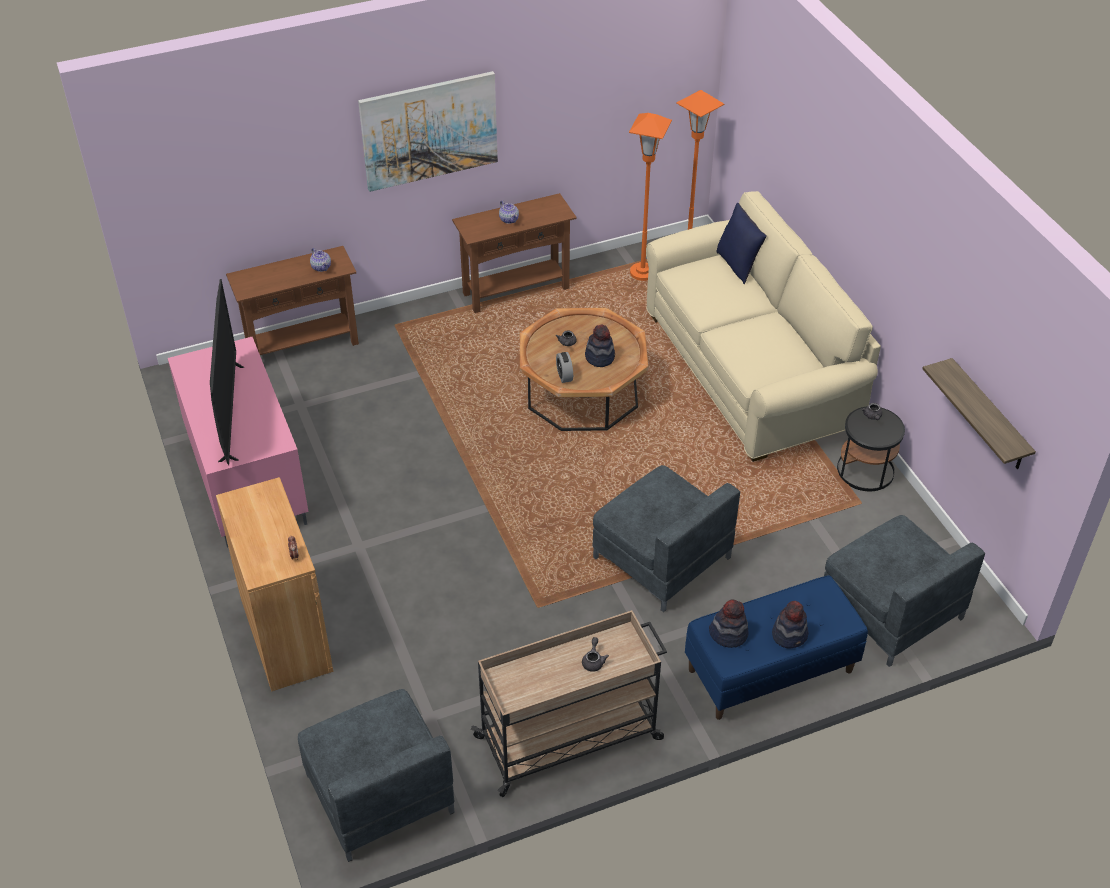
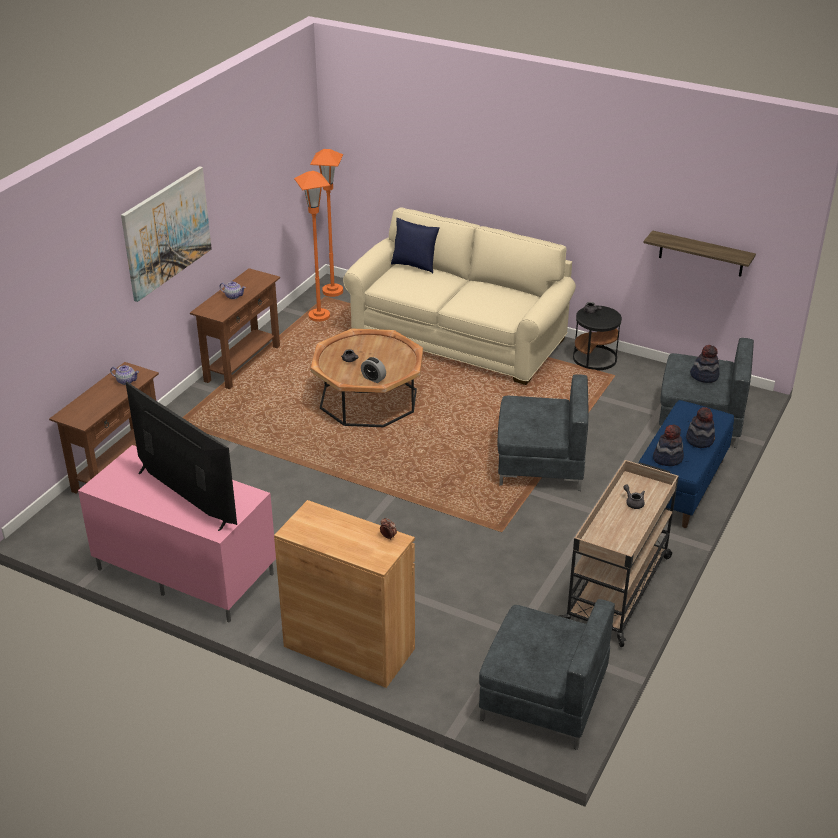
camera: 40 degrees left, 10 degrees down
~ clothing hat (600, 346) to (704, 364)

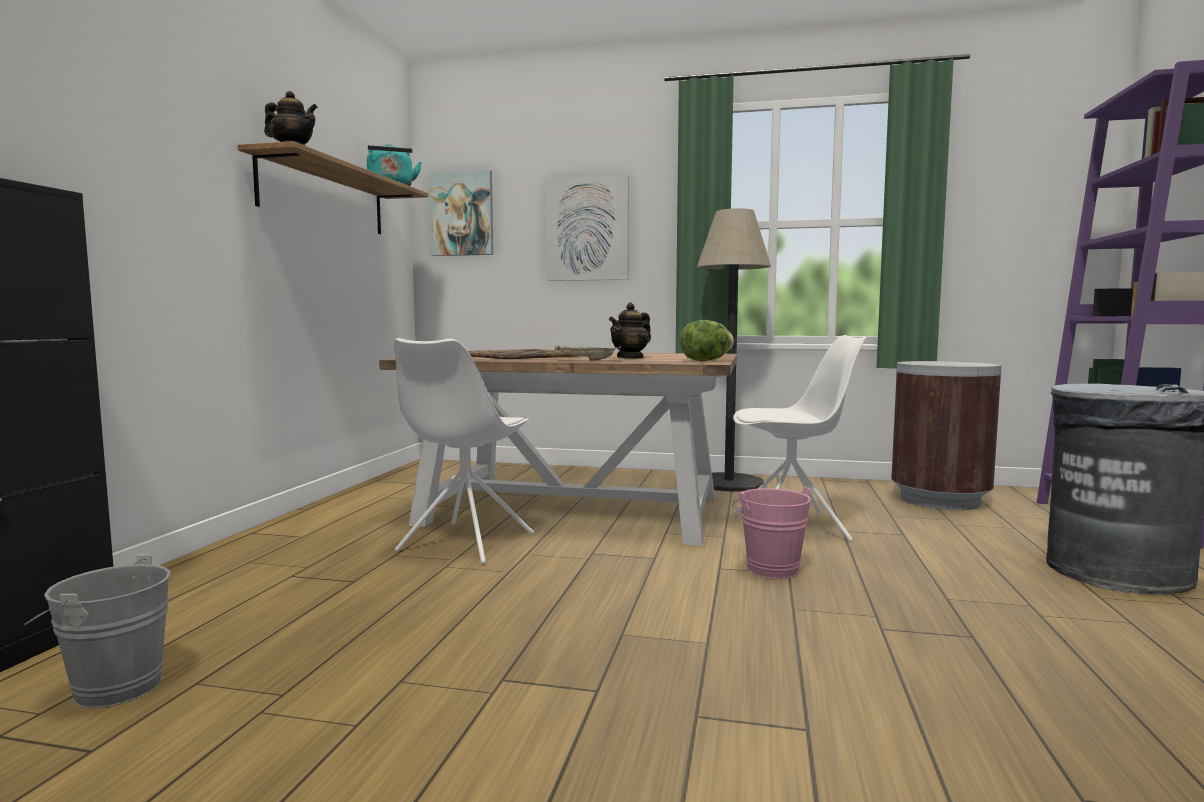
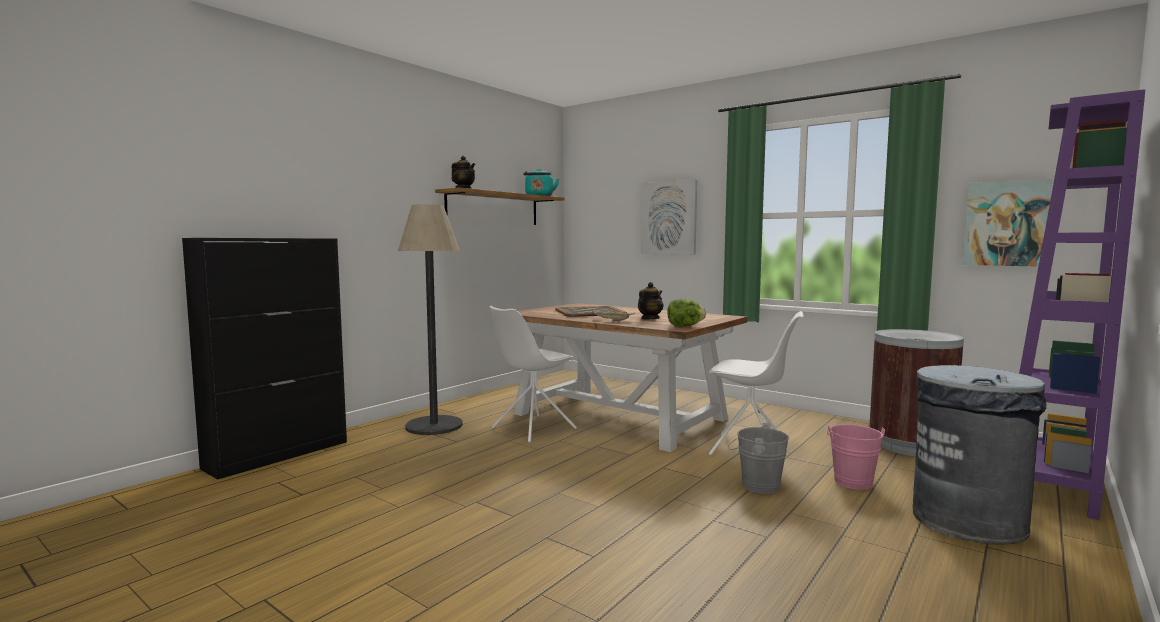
camera: 25 degrees right, 0 degrees up
~ floor lamp (734, 350) to (430, 319)
~ teapot (630, 331) = (650, 300) 150 degrees clockwise
~ water bucket (gray) (97, 631) to (758, 458)
~ water bucket (pink) (771, 533) to (856, 457)
~ picture (460, 213) to (1007, 222)

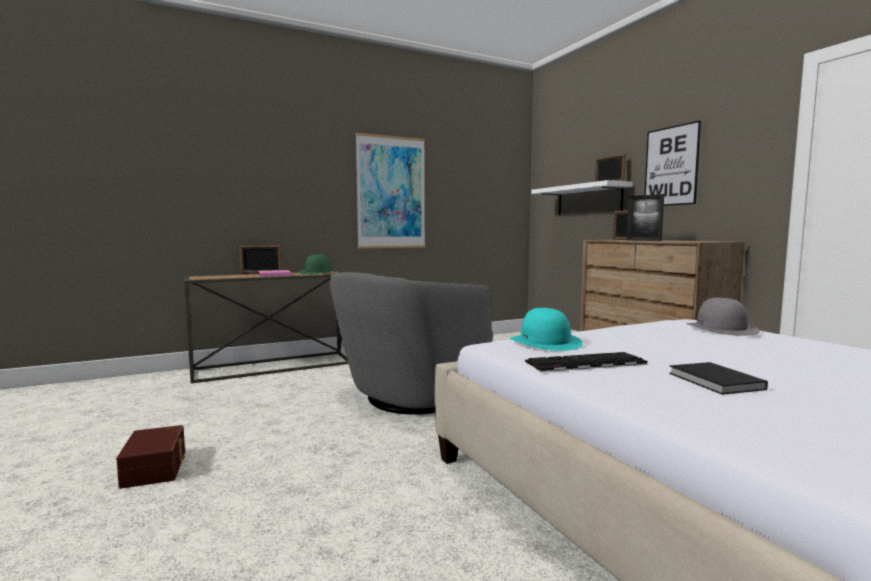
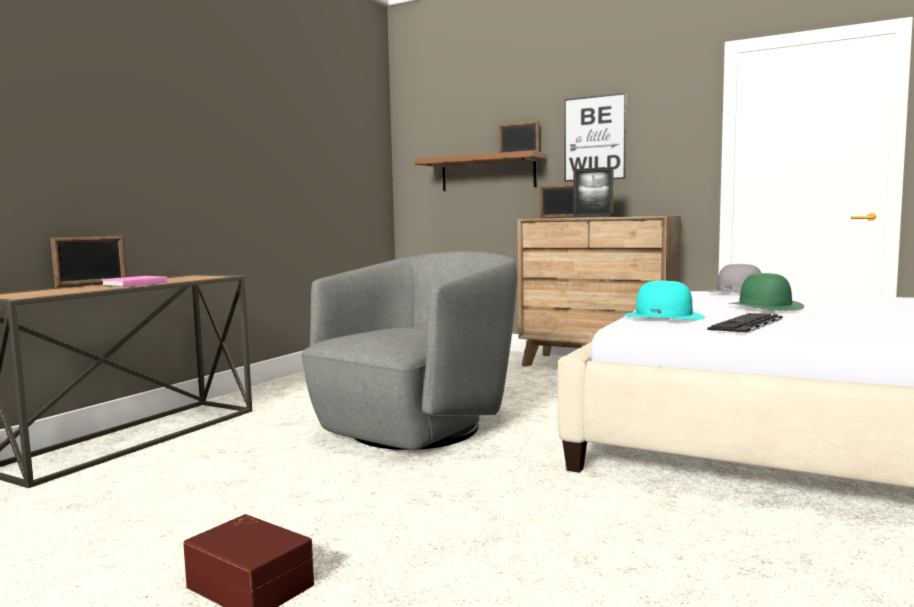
camera: 35 degrees left, 0 degrees up
~ armchair (gray) (411, 343) = (409, 350) 150 degrees counterclockwise
~ wall shelf (whitish) (582, 197) to wall shelf (brownish) (481, 170)
~ clothing hat (greenish) (316, 264) to (766, 292)
- picture (390, 190)
- bound book (black) (718, 378)

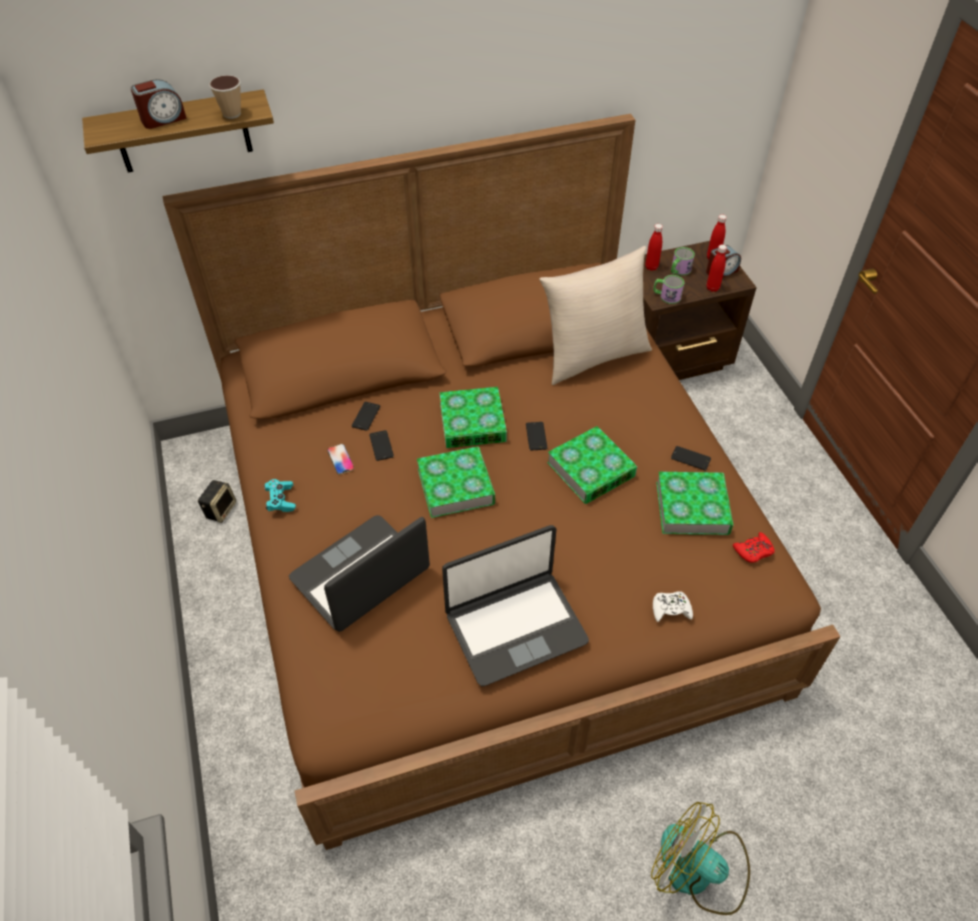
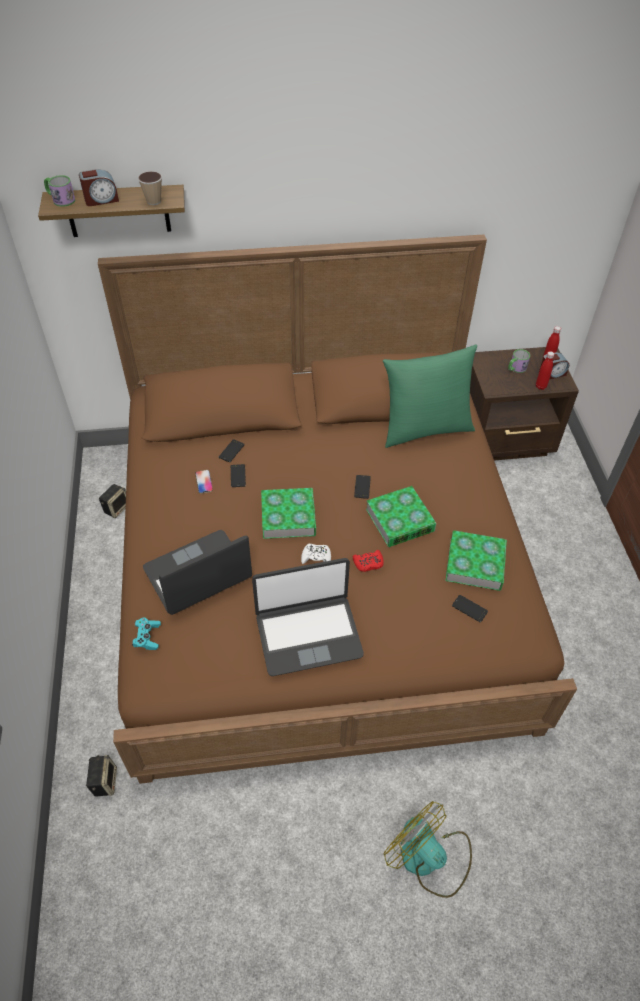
camera: 10 degrees right, 0 degrees up
~ coffee mug (668, 289) to (59, 191)
+ audio speaker (101, 776)
~ gamepad (turquoise) (280, 495) to (146, 634)
~ gamepad (whitish) (673, 606) to (316, 554)
~ gamepad (reddish) (754, 547) to (368, 561)
~ throw pillow (beige-coloured) (595, 315) to throw pillow (greenish) (430, 396)
~ phone (691, 458) to (470, 608)
- bound book (473, 417)
- drink bottle (reddish) (654, 247)

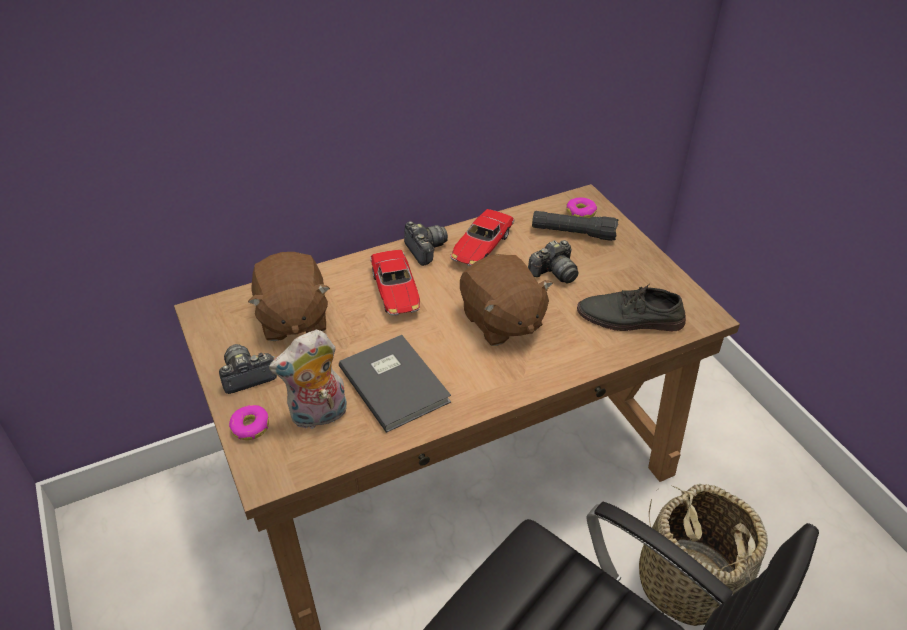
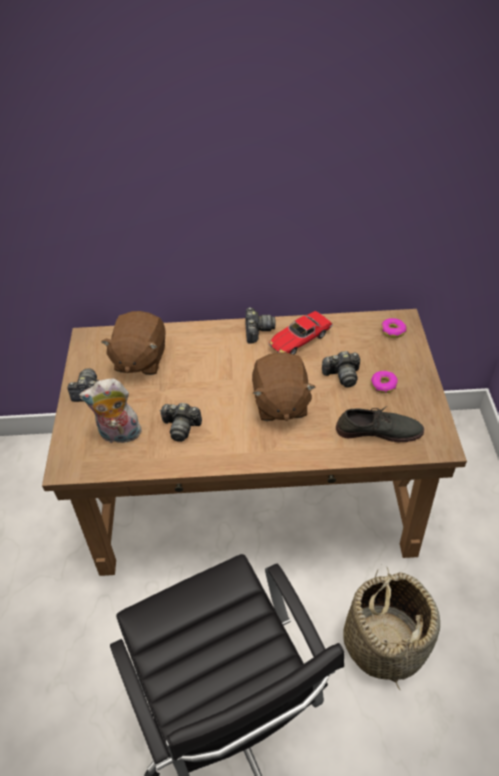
camera: 25 degrees right, 5 degrees up
~ bound book (gray) (395, 384) to photo camera (181, 422)
~ item of footwear (gray) (631, 307) = (380, 424) 150 degrees clockwise
~ donut (249, 422) to (384, 382)
- miniature car (395, 283)
- hand torch (black) (575, 226)

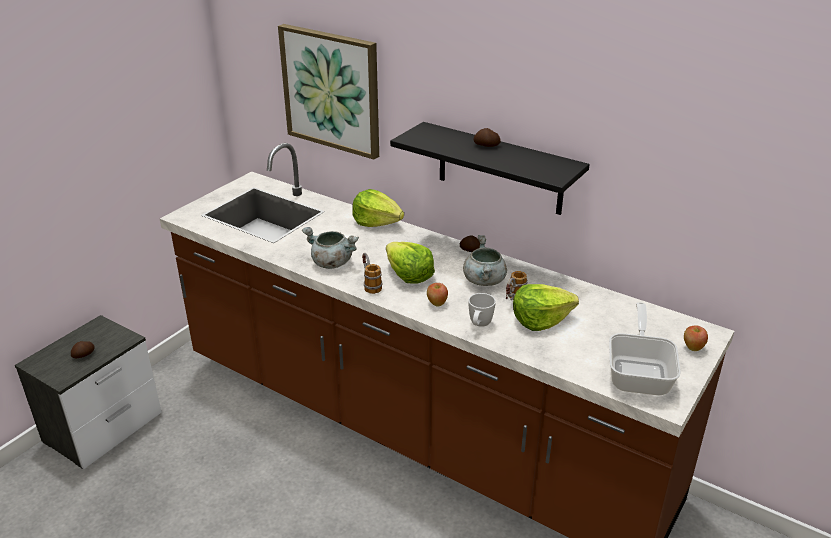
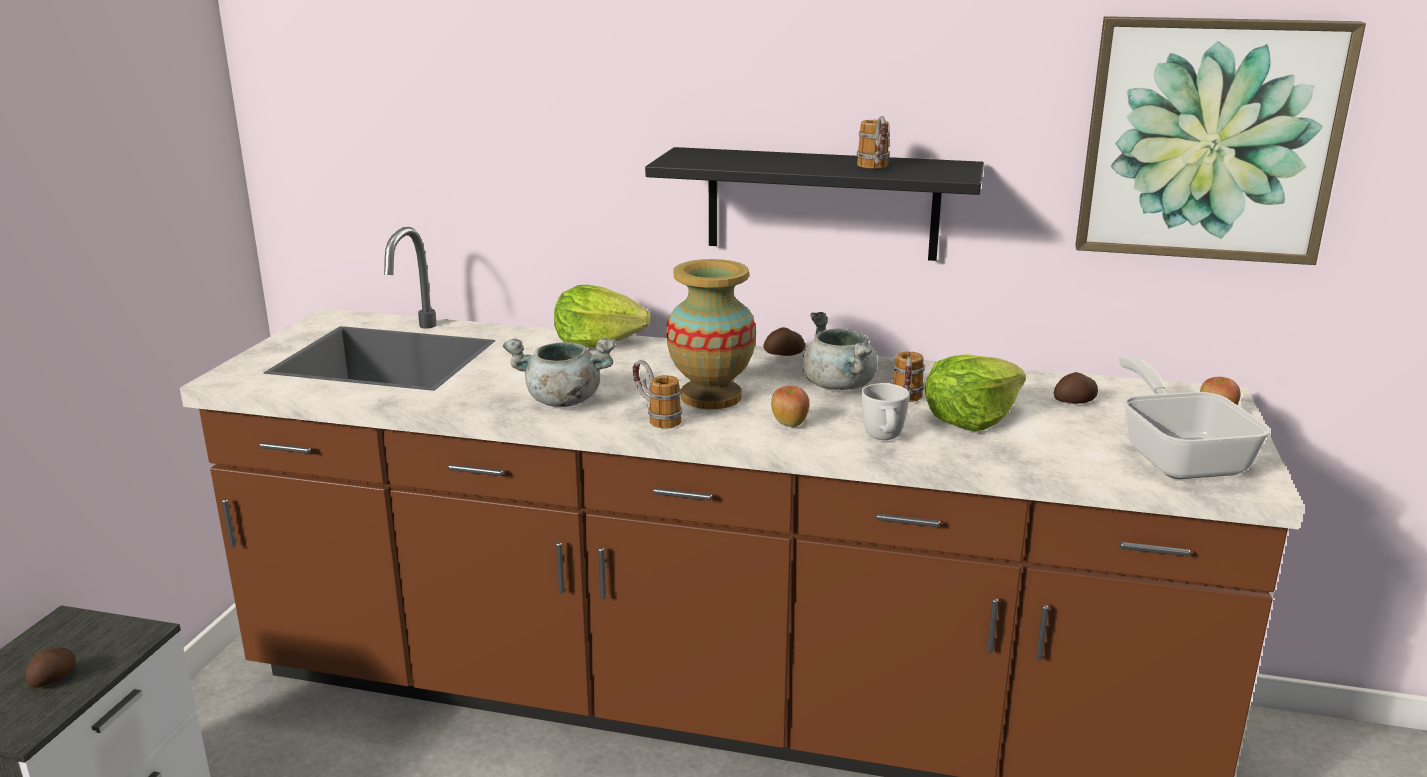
camera: 20 degrees left, 10 degrees down
~ lettuce head (410, 263) to decorative vase (711, 334)
+ coffee mug (873, 142)
~ spud (486, 137) to (1076, 388)
~ picture (328, 91) to (1220, 140)

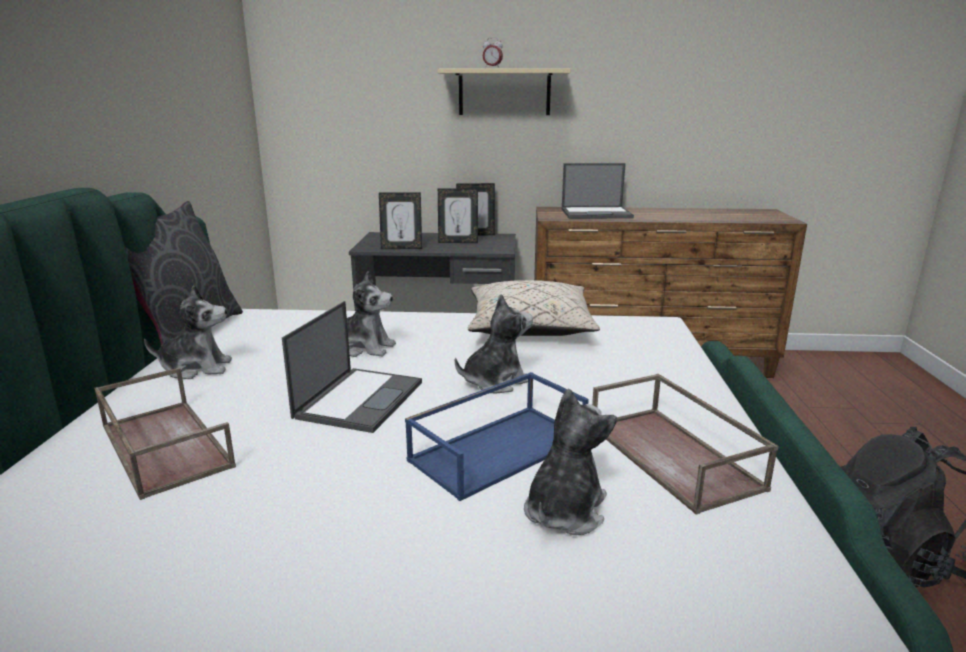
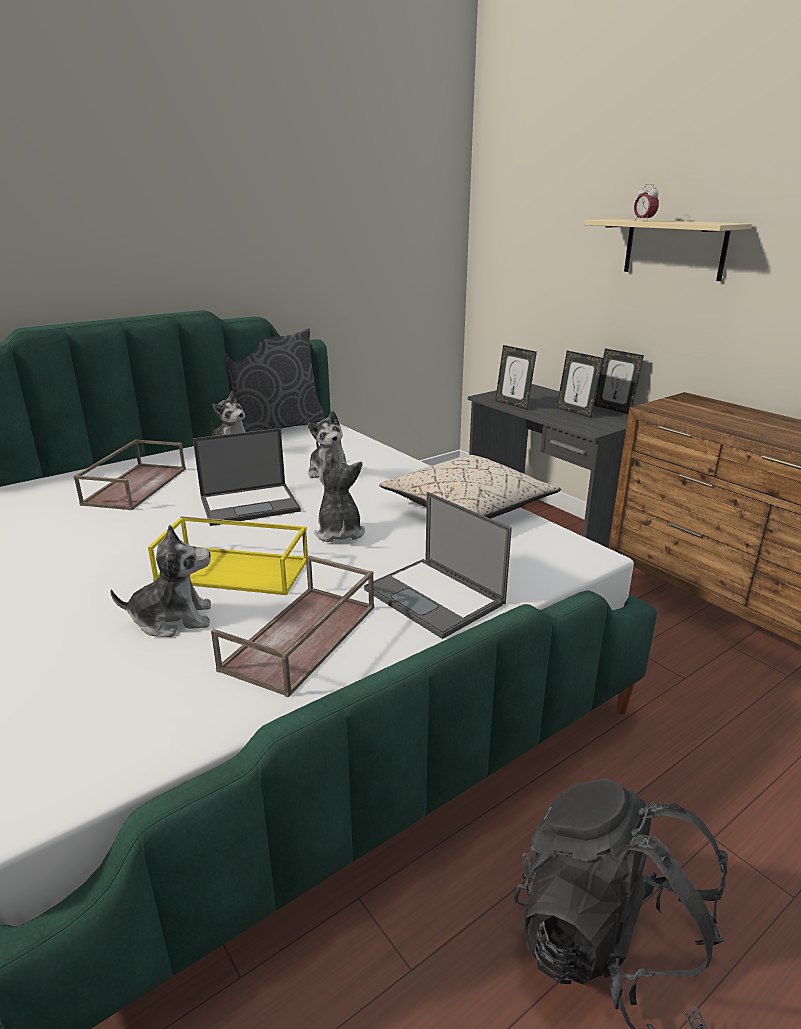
camera: 50 degrees right, 5 degrees up
~ carrying tray (blue-coloured) (497, 436) to carrying tray (yellowish) (228, 555)
~ cuddly toy (494, 344) = (339, 498) 120 degrees counterclockwise
~ notebook computer (598, 191) to (438, 565)

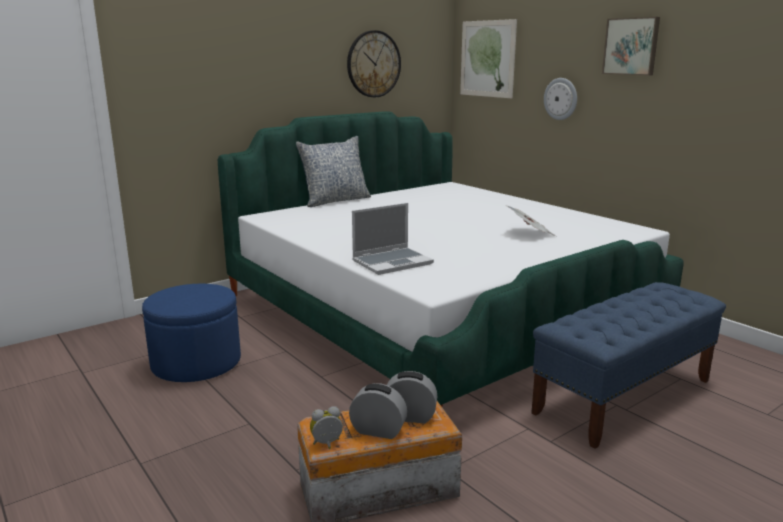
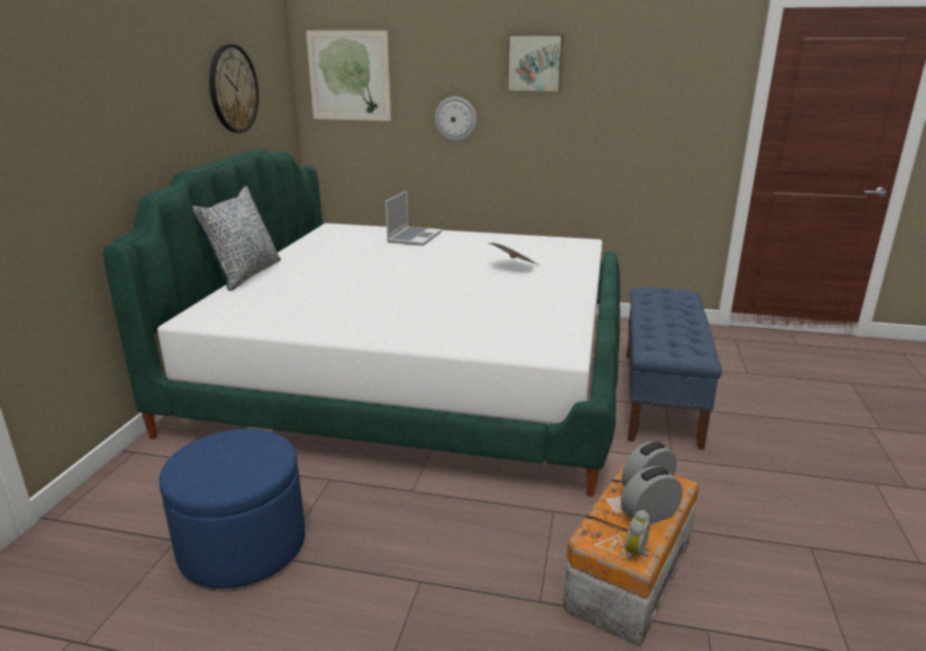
camera: 40 degrees left, 5 degrees up
~ notebook computer (393, 239) to (413, 218)

